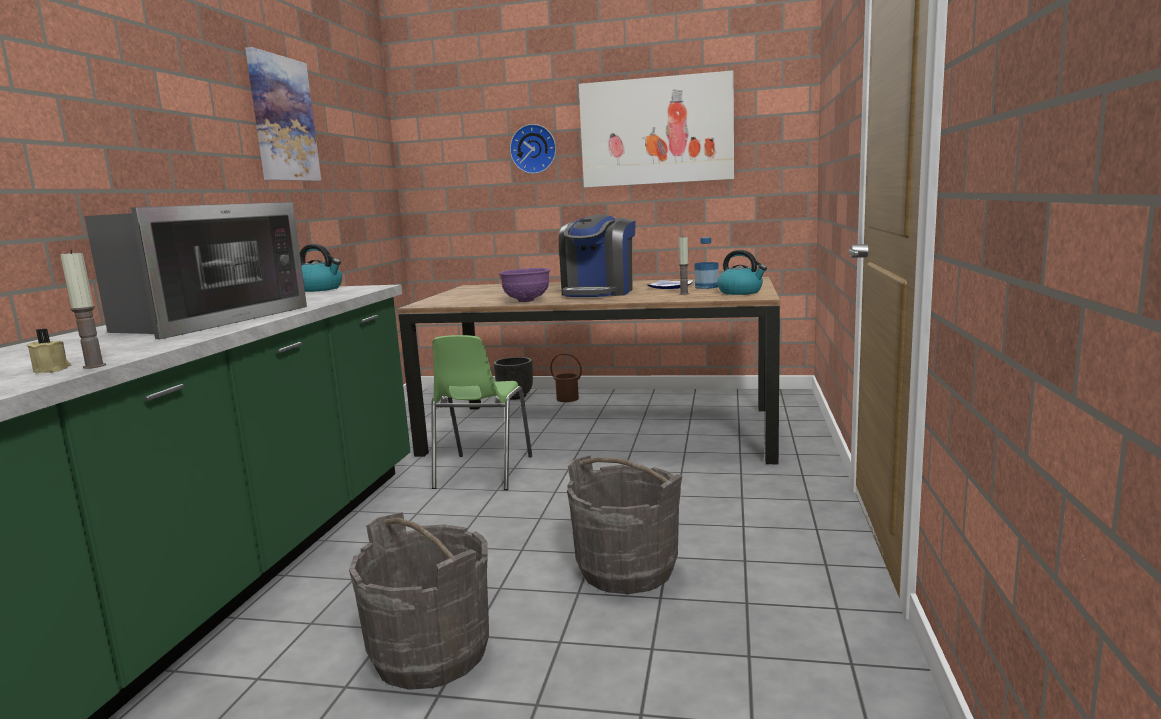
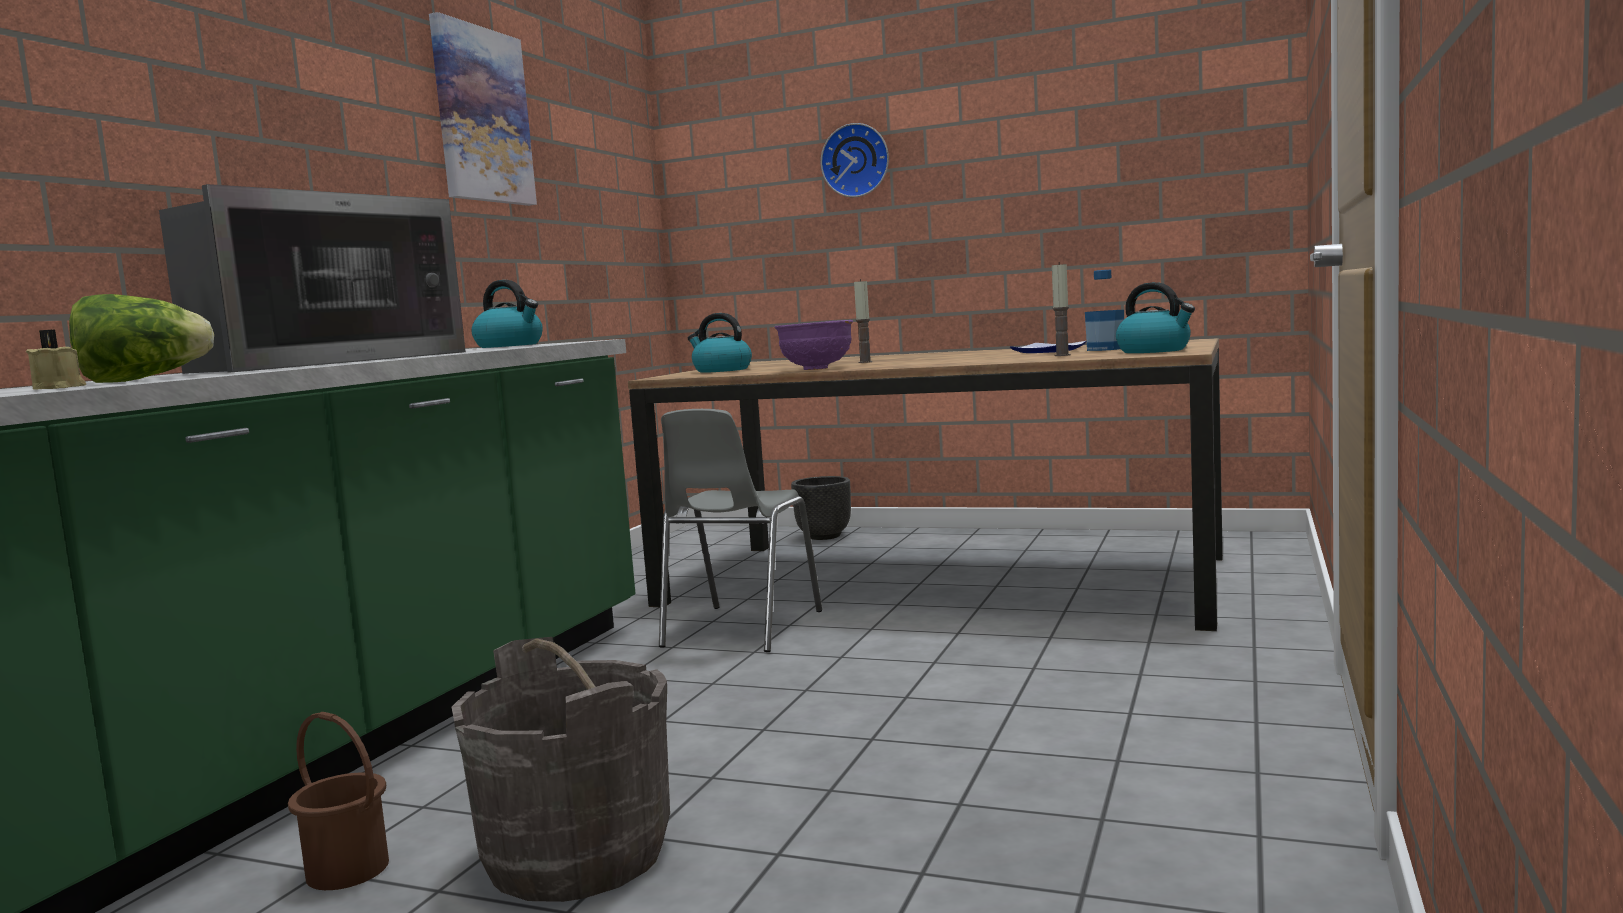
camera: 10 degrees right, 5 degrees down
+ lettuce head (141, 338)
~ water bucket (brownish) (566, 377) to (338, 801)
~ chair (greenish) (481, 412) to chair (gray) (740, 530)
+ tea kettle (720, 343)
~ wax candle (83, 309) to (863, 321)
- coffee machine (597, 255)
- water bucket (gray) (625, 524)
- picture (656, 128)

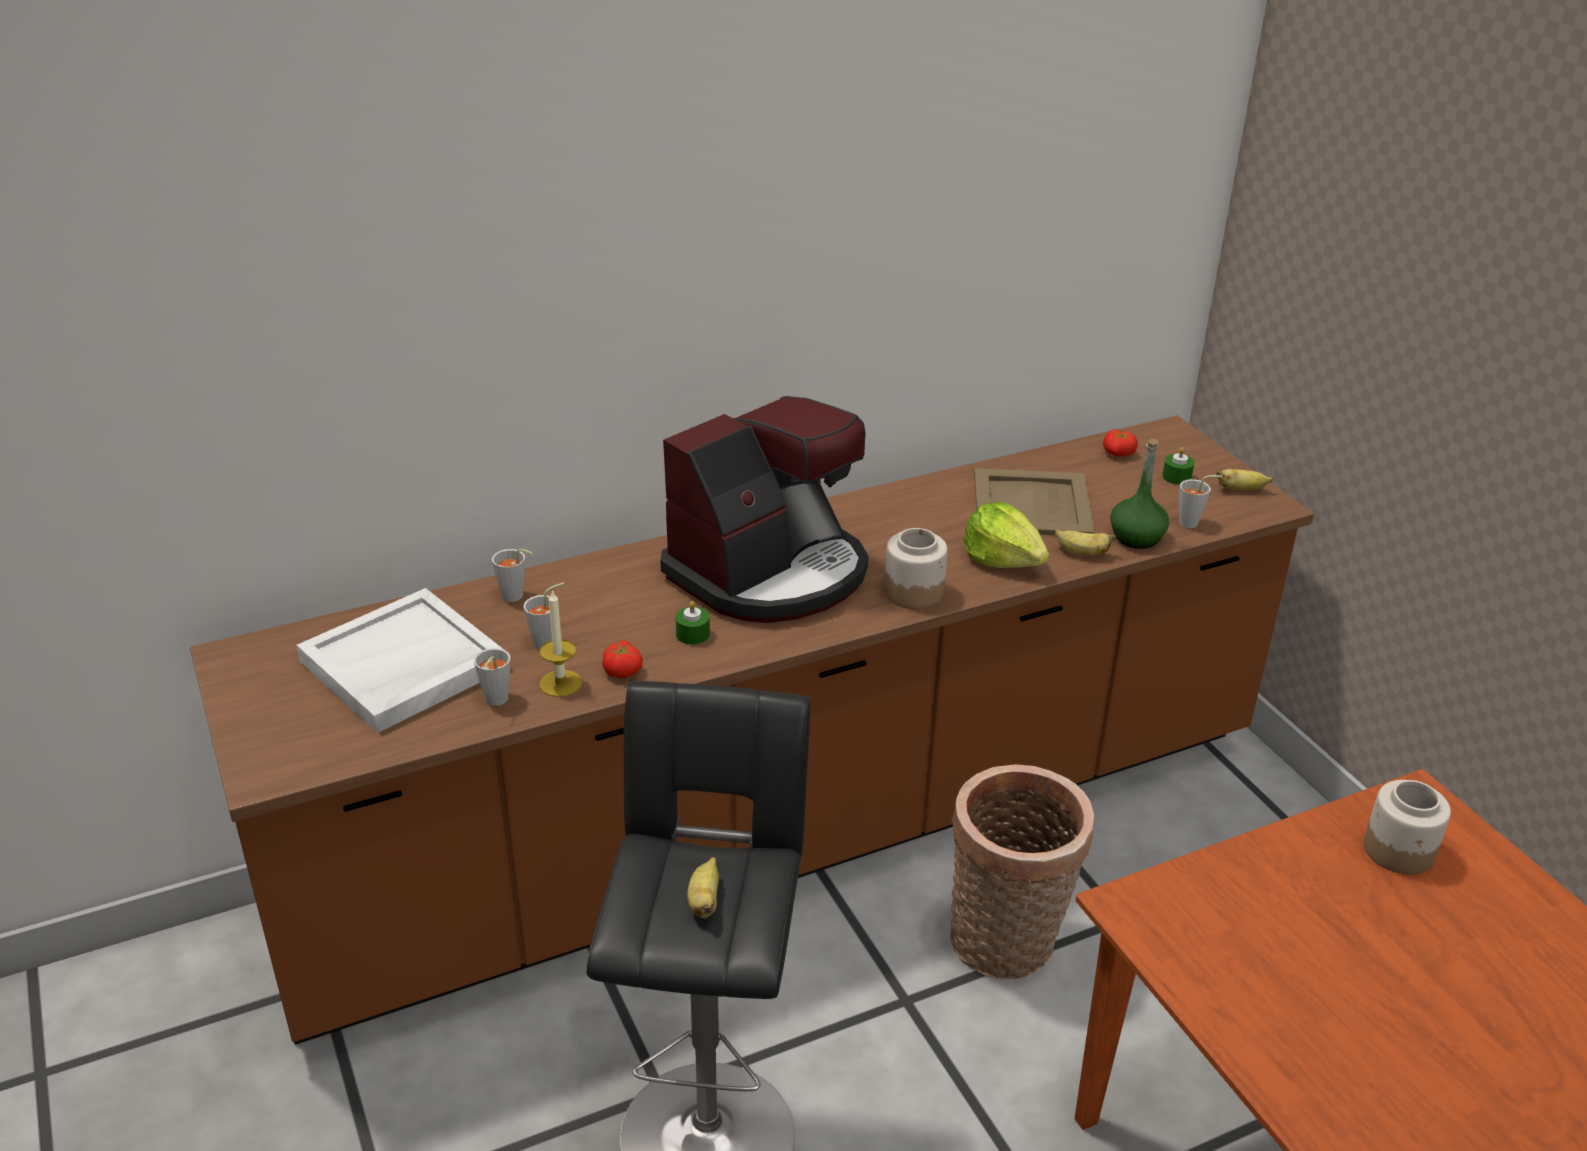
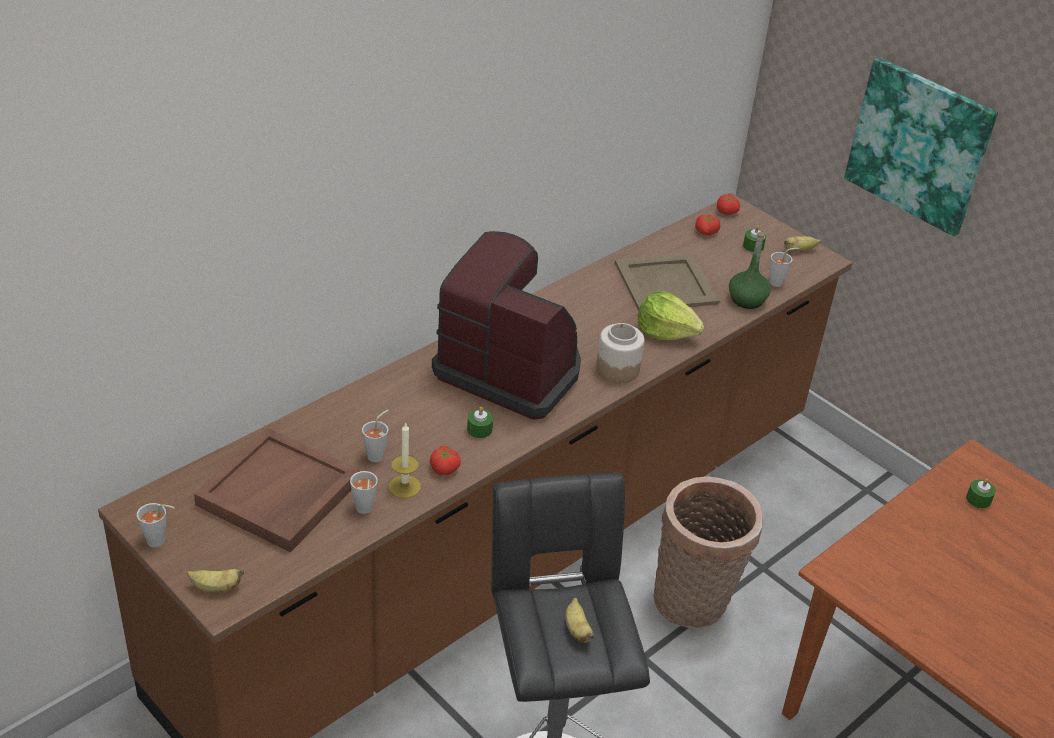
camera: 20 degrees left, 5 degrees up
~ cup (gray) (512, 575) to (156, 525)
~ banana fruit (1085, 543) to (215, 580)
~ carrying tray (whitish) (400, 660) to carrying tray (brownish) (276, 490)
~ coffee machine (764, 509) = (506, 325) 90 degrees counterclockwise
+ fresh tomato (728, 204)
+ picture (921, 147)
~ storage jar (1407, 827) to wax candle (greenish) (981, 493)

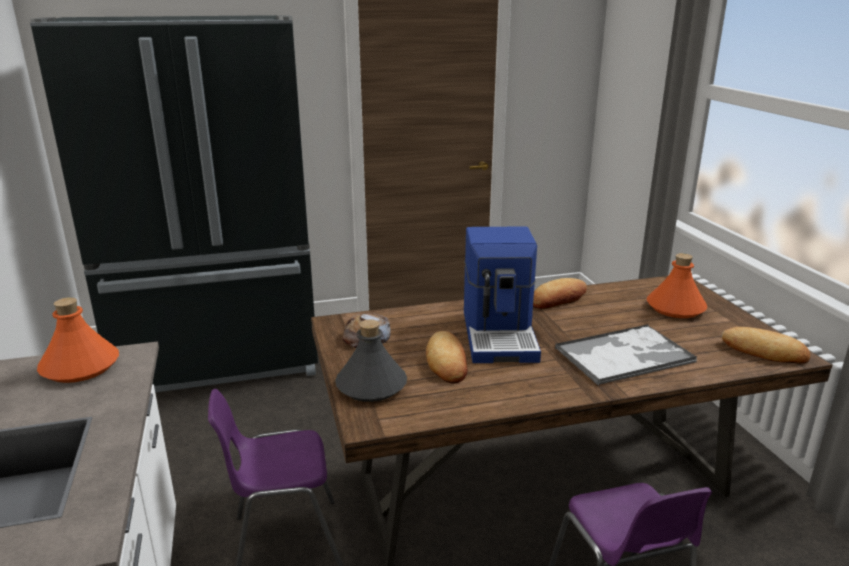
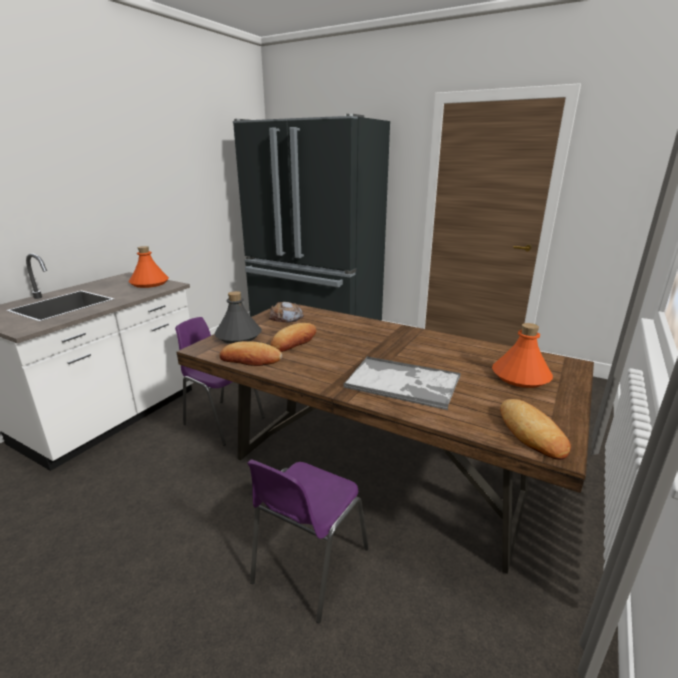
camera: 45 degrees right, 0 degrees up
~ bread (560, 293) to (250, 353)
- coffee machine (502, 294)

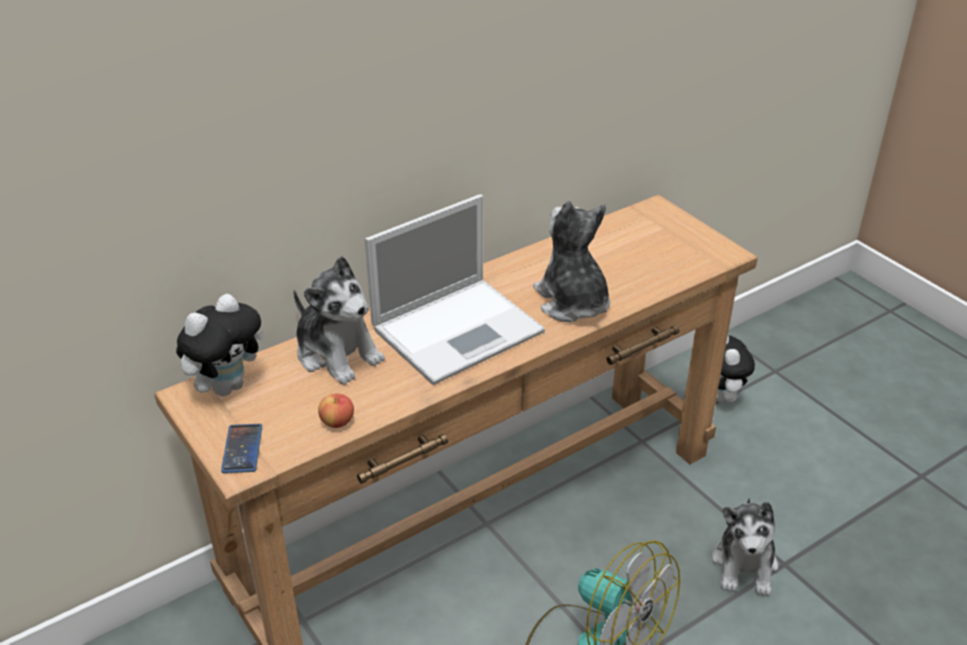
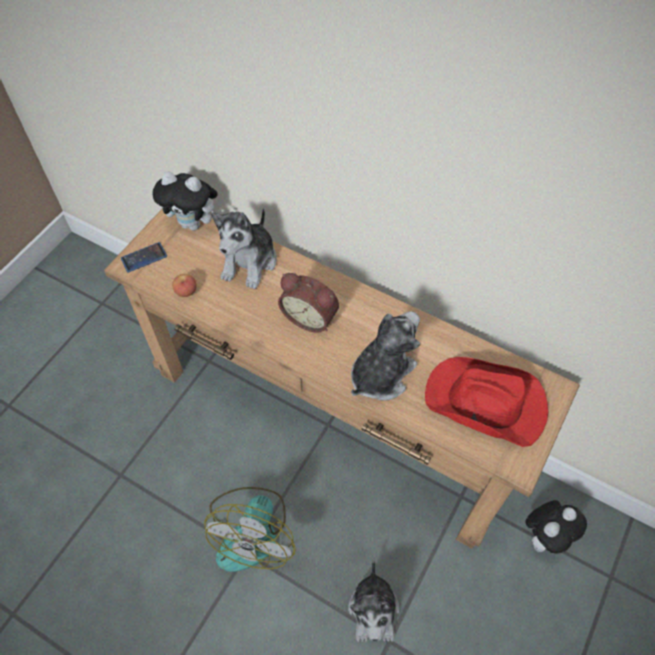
camera: 65 degrees right, 20 degrees up
~ notebook computer (455, 289) to alarm clock (308, 303)
~ cuddly toy (745, 546) = (374, 601) 75 degrees counterclockwise
+ clothing hat (reddish) (486, 402)

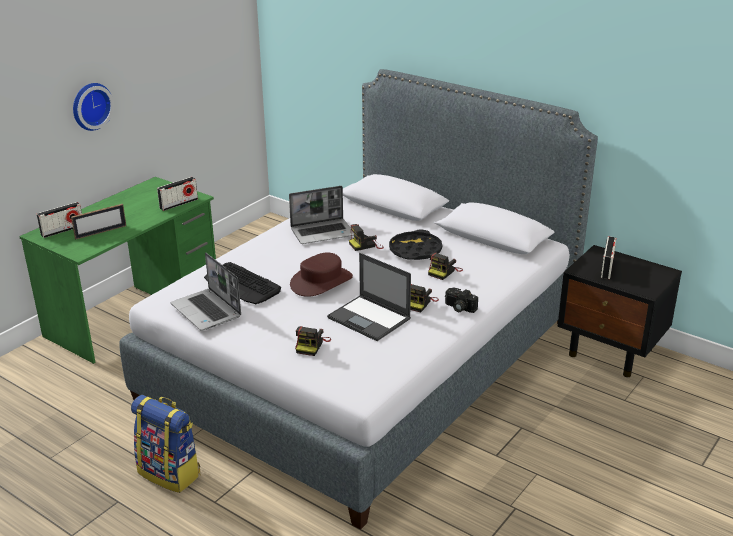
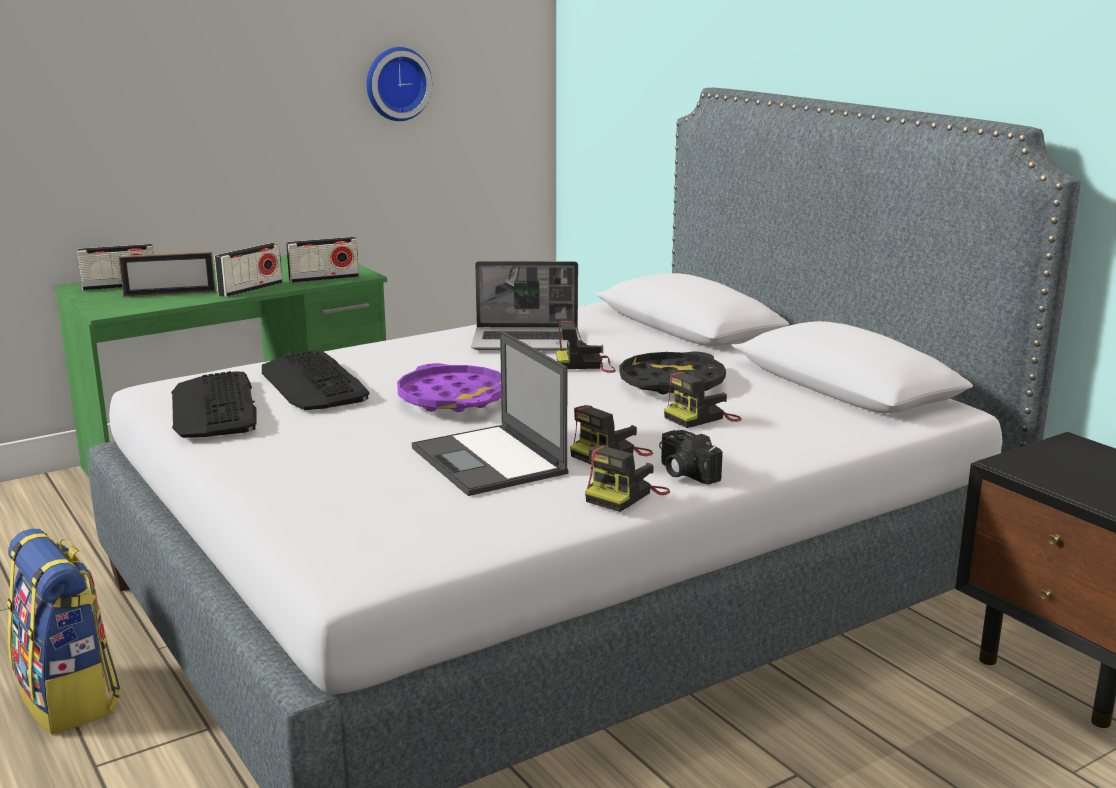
camera: 20 degrees right, 10 degrees down
~ notebook computer (206, 292) to computer keyboard (214, 404)
~ radio set (608, 258) to (248, 270)
~ clock on the wall (93, 107) to (399, 84)
~ clothing hat (brownish) (321, 274) to carrying tray (purplish) (449, 387)
~ photo camera (313, 341) to (627, 478)

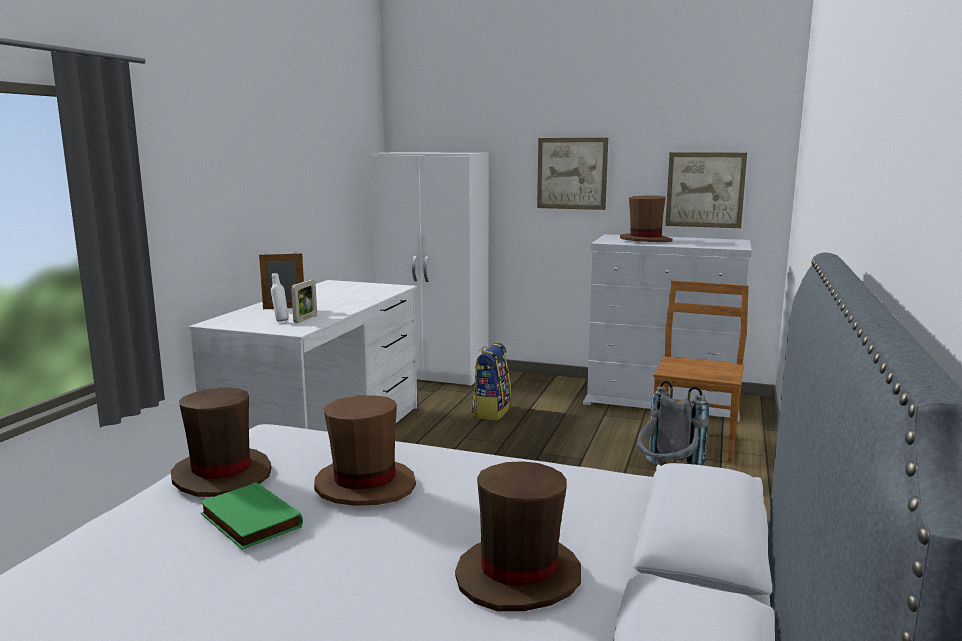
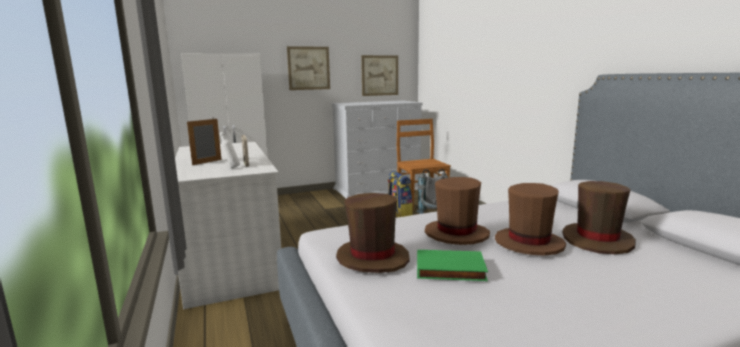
camera: 40 degrees left, 0 degrees up
~ backpack (491, 382) to (400, 194)
~ clothing hat (brownish) (646, 218) to (530, 219)

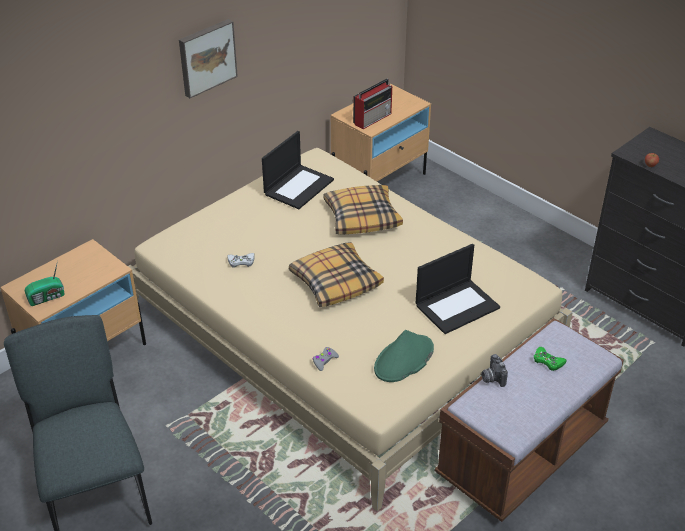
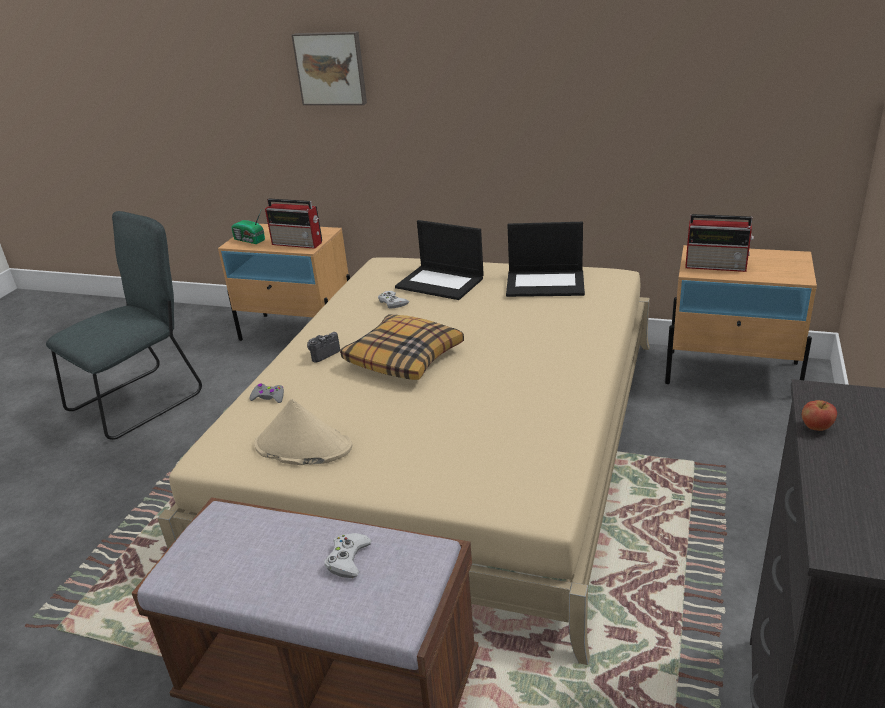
camera: 65 degrees right, 10 degrees down
~ clothing hat (greenish) (404, 356) to clothing hat (beige-coloured) (303, 432)
+ radio set (293, 224)
~ picture (208, 58) to (329, 68)
~ photo camera (494, 370) to (323, 347)
~ gamepad (greenish) (550, 359) to gamepad (whitish) (348, 555)
~ notebook computer (458, 289) to (439, 260)
- throw pillow (363, 210)

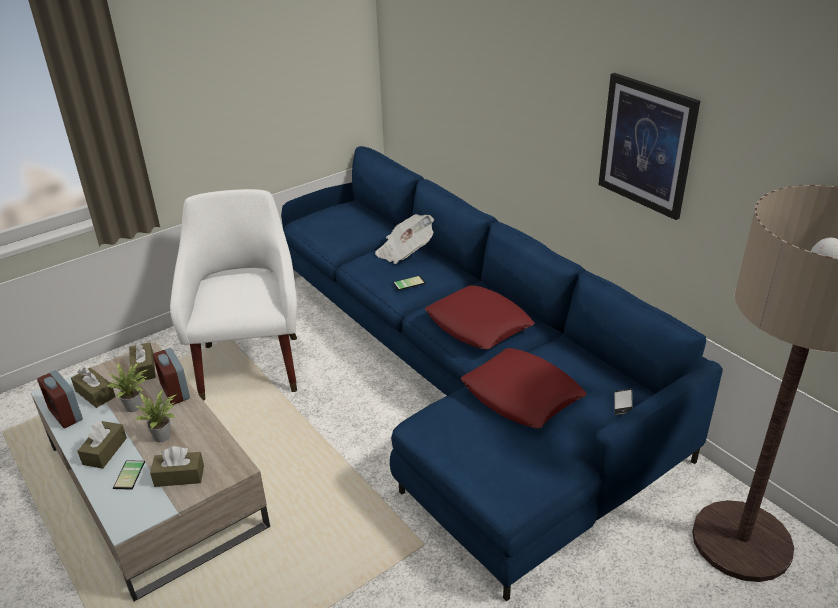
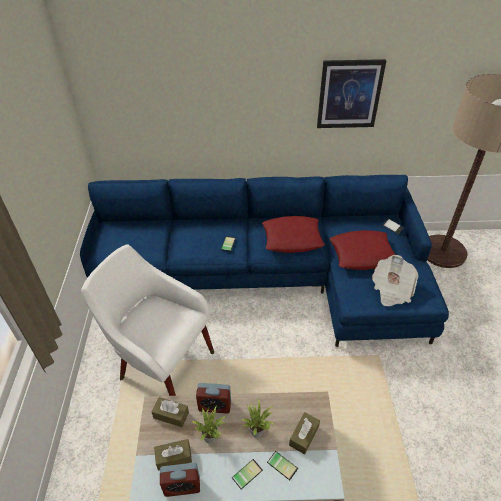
camera: 55 degrees left, 10 degrees up
~ box of tissues (brownish) (102, 444) to phone (247, 474)
~ daily paper (404, 239) to (395, 280)

